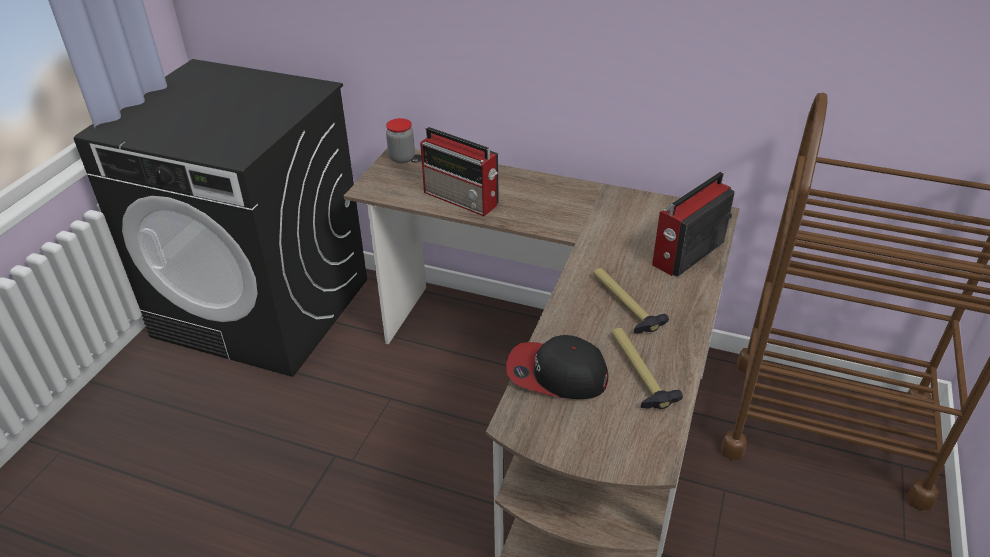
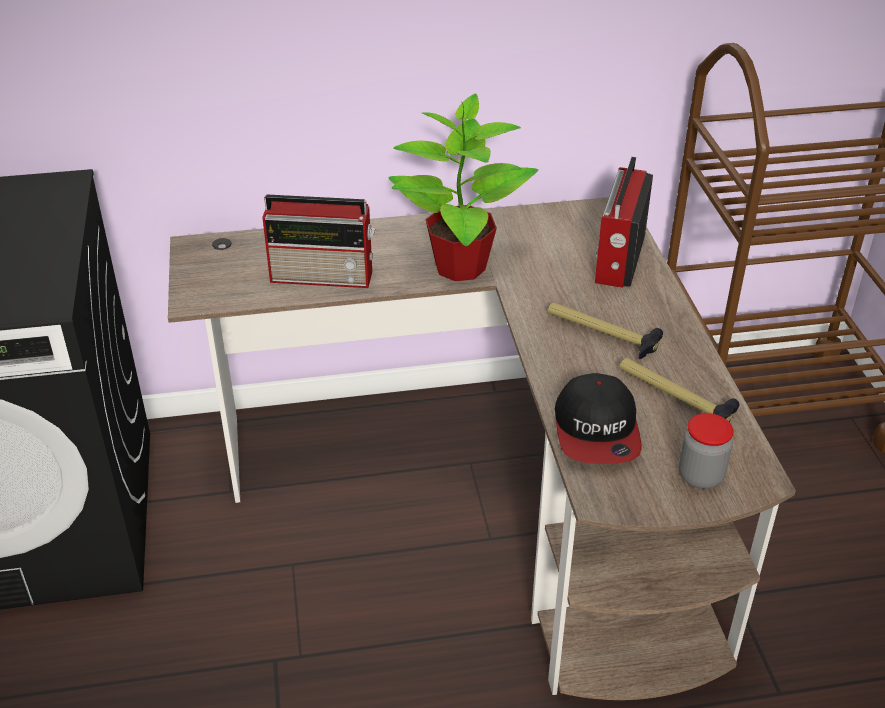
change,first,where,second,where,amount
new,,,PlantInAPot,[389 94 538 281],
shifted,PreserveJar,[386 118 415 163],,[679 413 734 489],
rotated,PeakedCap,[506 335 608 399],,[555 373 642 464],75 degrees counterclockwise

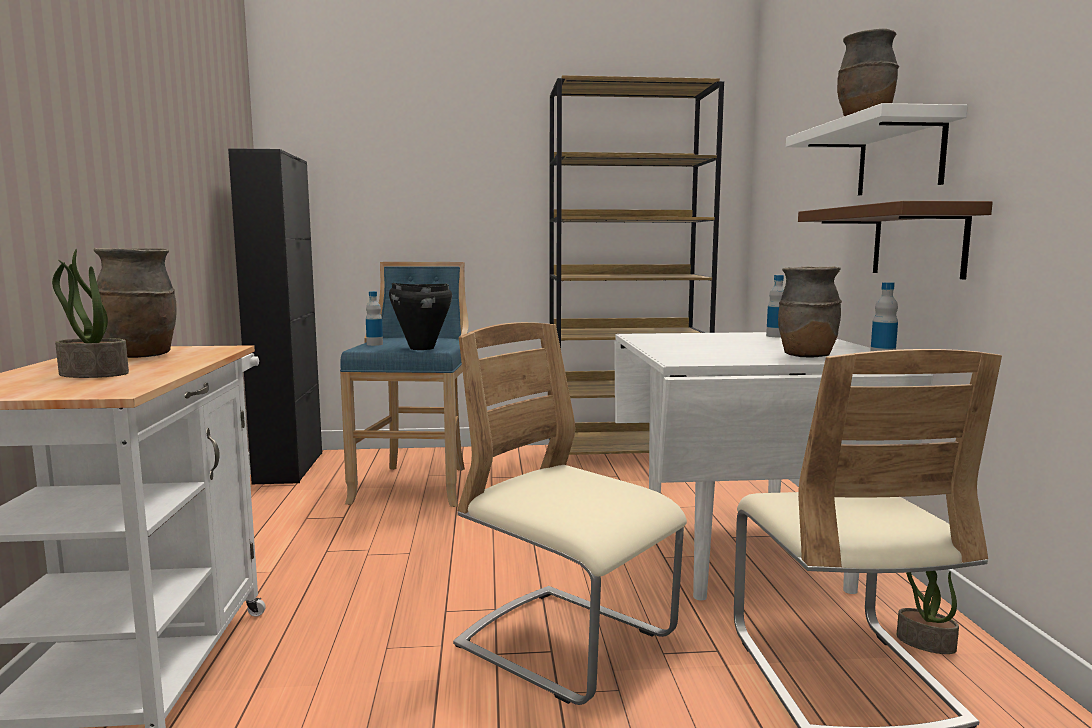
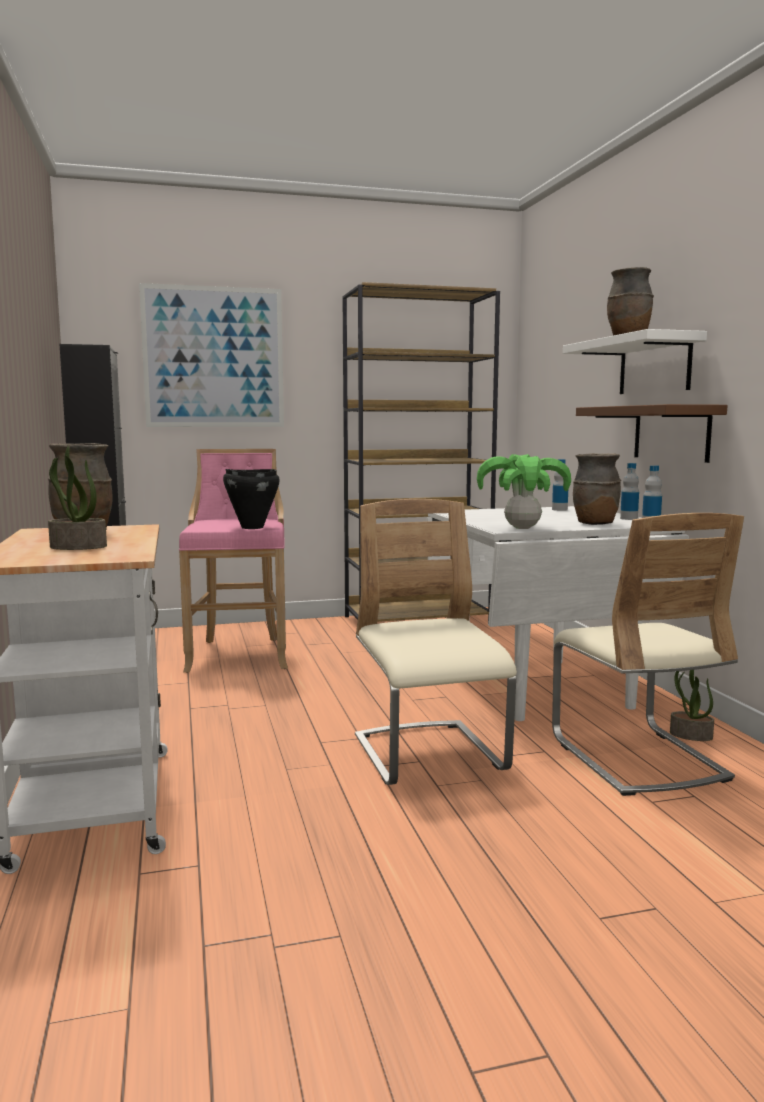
change,first,where,second,where,amount
new,,,Picture,[139 283 284 427],
new,,,PlantInAPot,[477 454 571 529],
shifted,BeverageBottle,[366 291 383 346],,[620 463 639 520],
repainted,BlueStool,[340 262 468 507],PinkishStool,[179 449 288 673],
rotated,SandColouredChair,[453 322 687 705],,[355 499 517 785],45 degrees clockwise

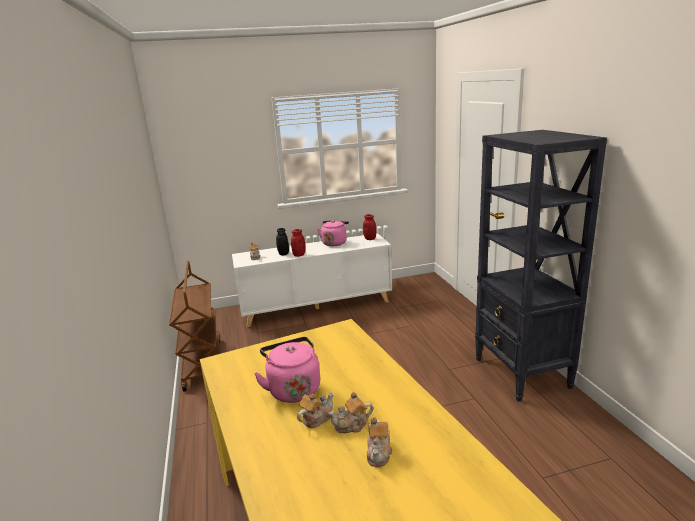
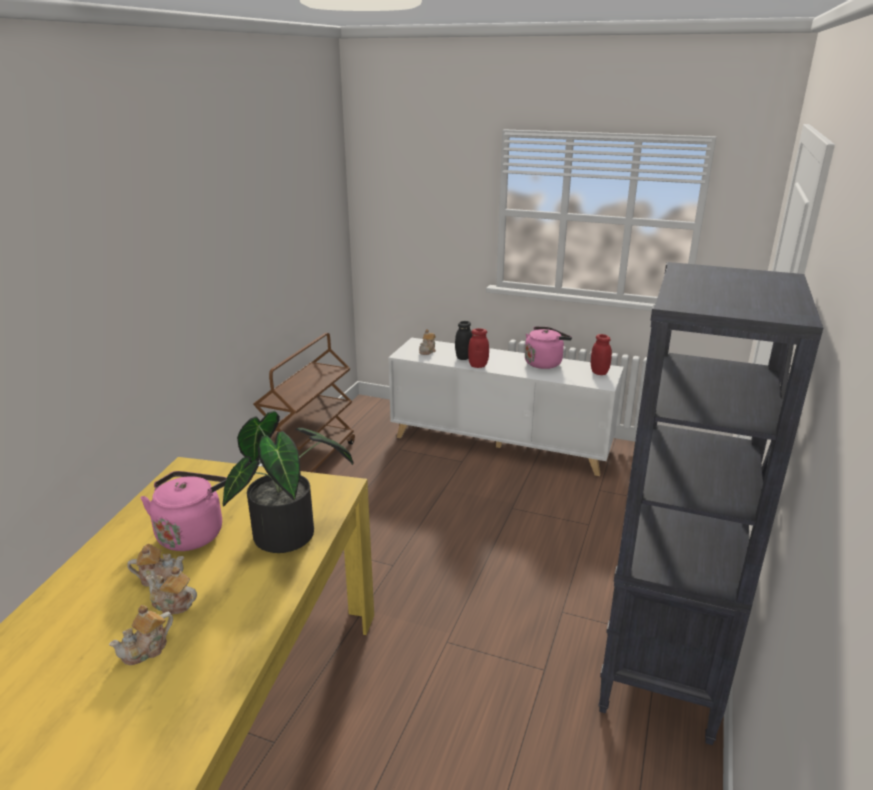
change,first,where,second,where,amount
new,,,PlantInAPot,[223 411 354 553],

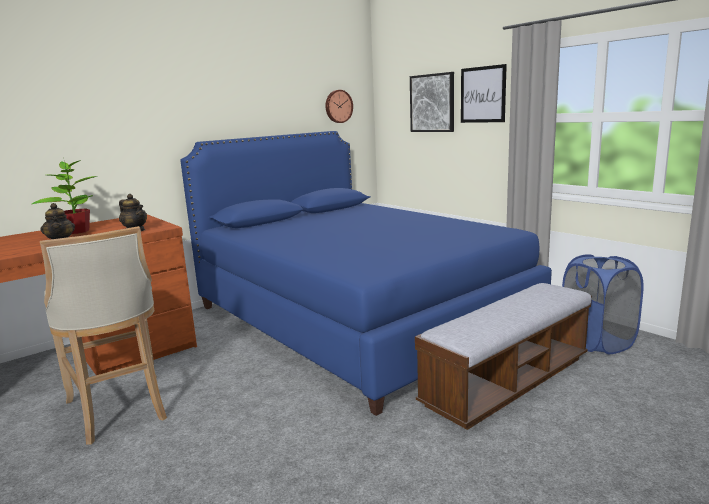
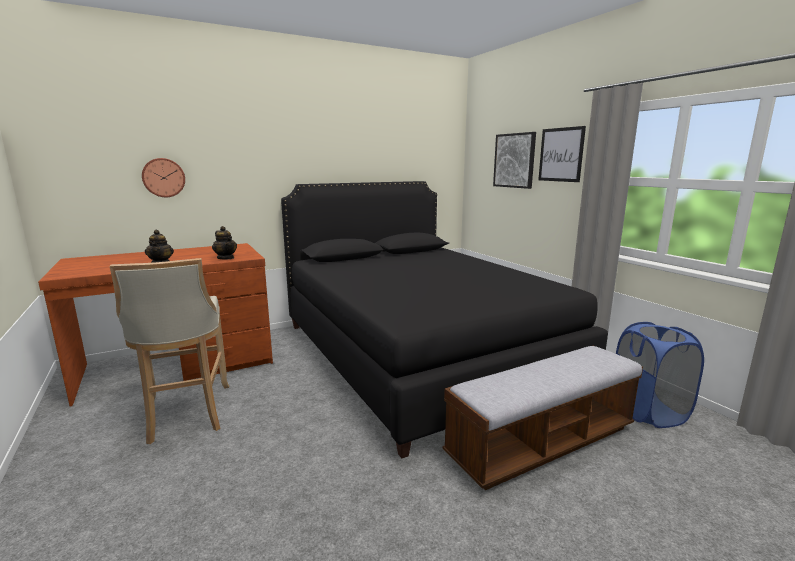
change,first,where,second,where,amount
gone,PlantInAPot,[32 160 97 234],,,
shifted,ClockOnTheWall,[325 90 353 123],,[142 158 185 197],
repainted,BlueBed,[180 131 552 416],BlackishBed,[281 181 608 458],

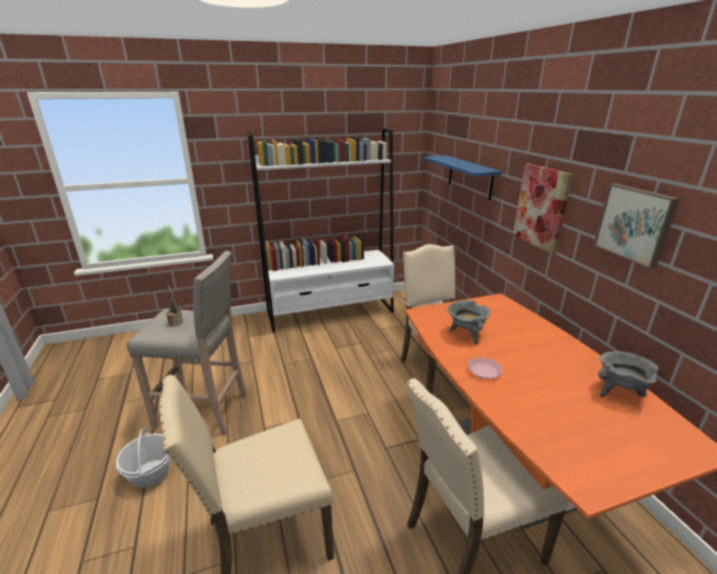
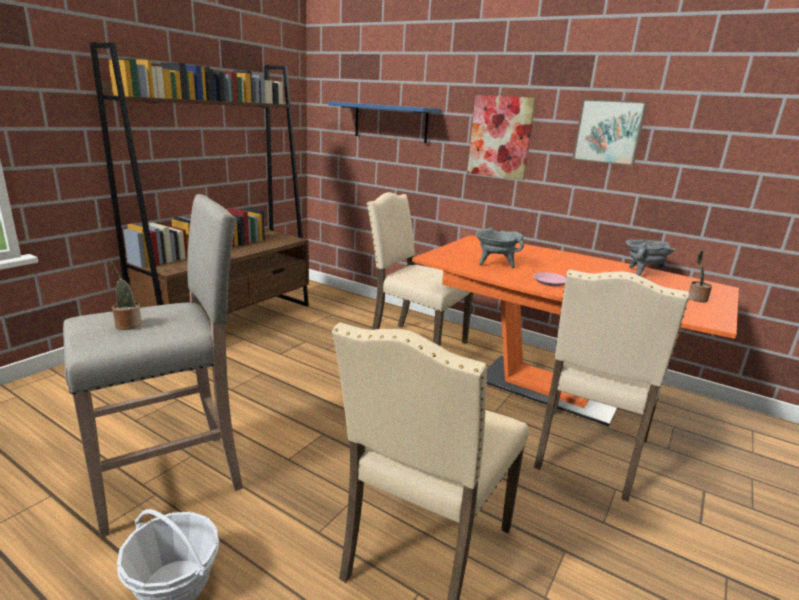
change,first,where,second,where,amount
new,,,PlantInAPot,[688 251 712 302],
repainted,WhiteColouredShelvingUnit,[248 128 394 333],BrownColouredShelvingUnit,[90 42 309 320],

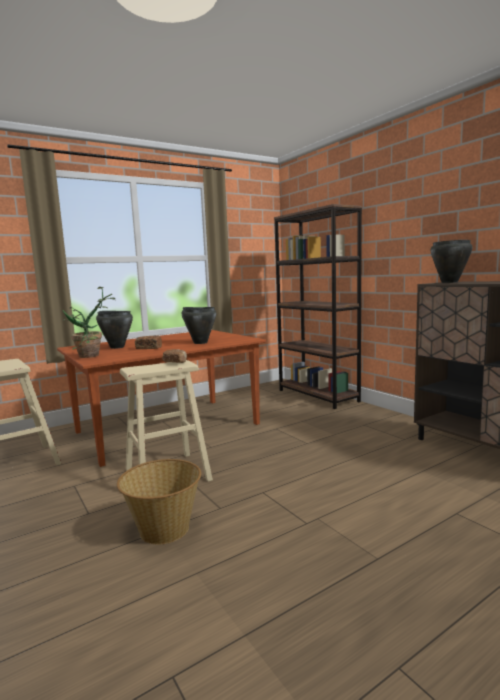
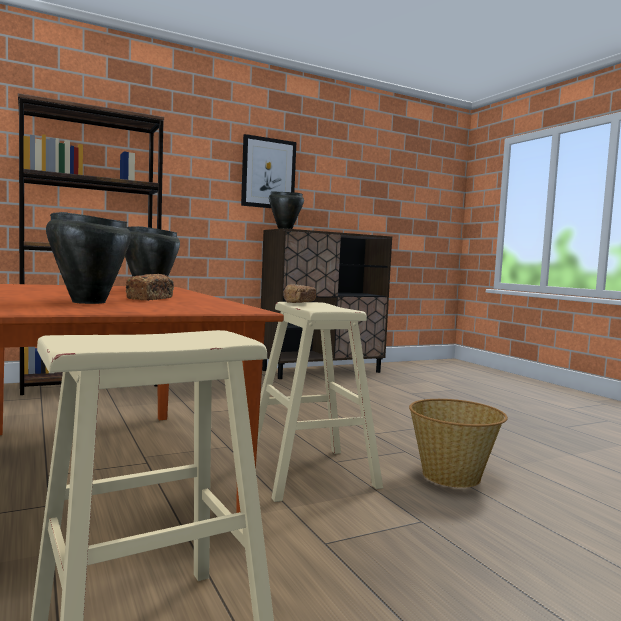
change,first,where,second,where,amount
gone,PlantInAPot,[63 286 115 358],,,
new,,,Picture,[241 134 296 208],

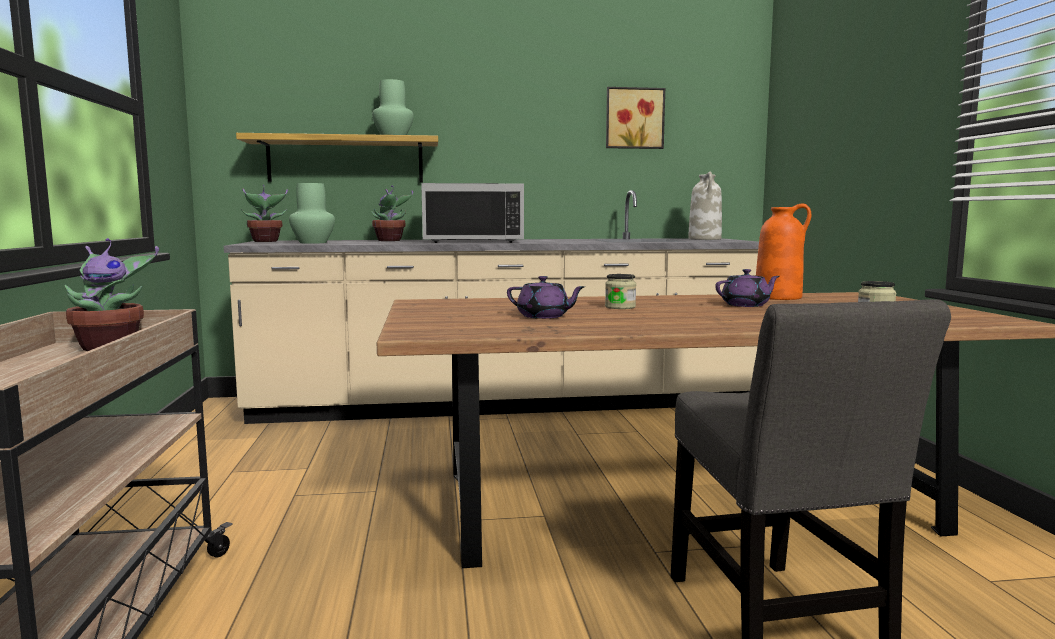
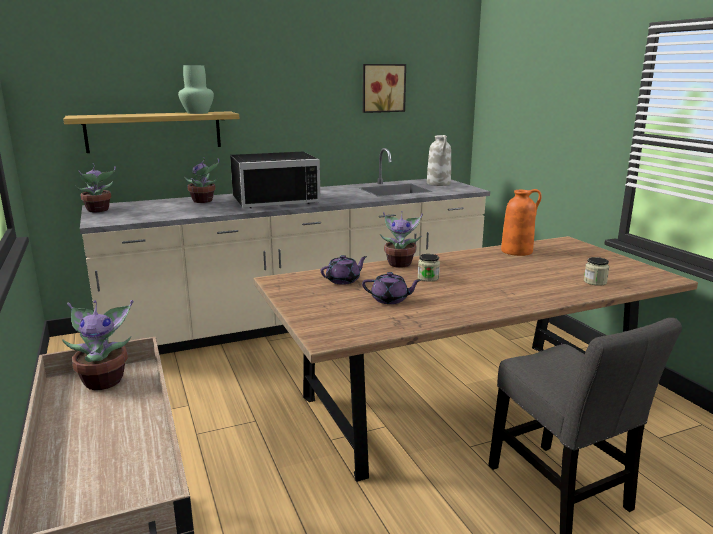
change,first,where,second,where,amount
gone,GreenVase,[289 183 335 244],,,
new,,,PlantInAPot,[380 211 423 268],
shifted,PurplishPotForTea,[715 269 780 307],,[321 255 367 285],

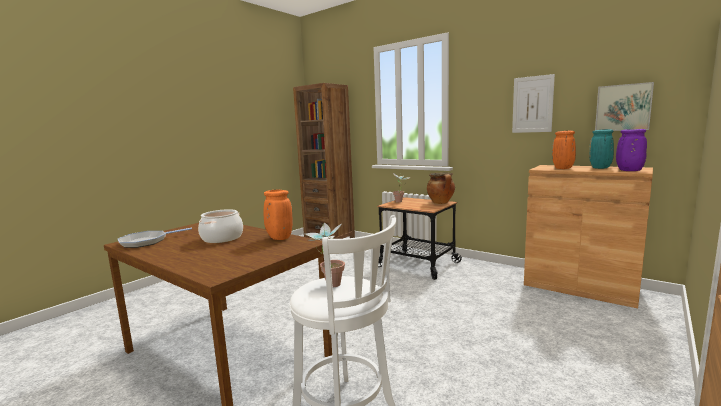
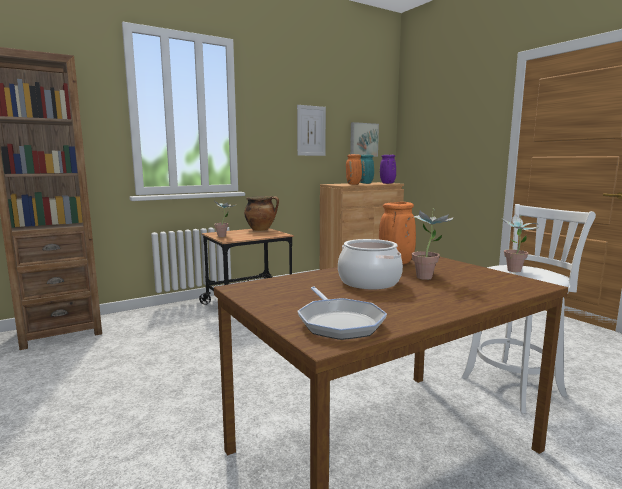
change,first,where,second,where,amount
new,,,PlantInAPot,[412 208 453 280],

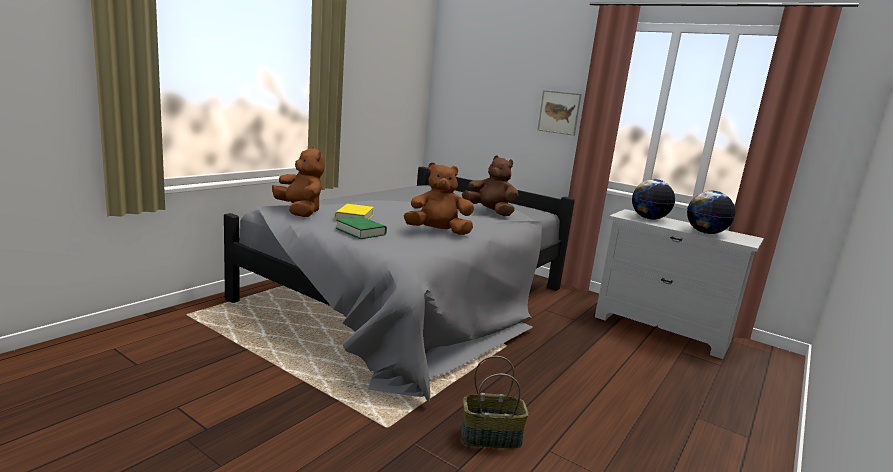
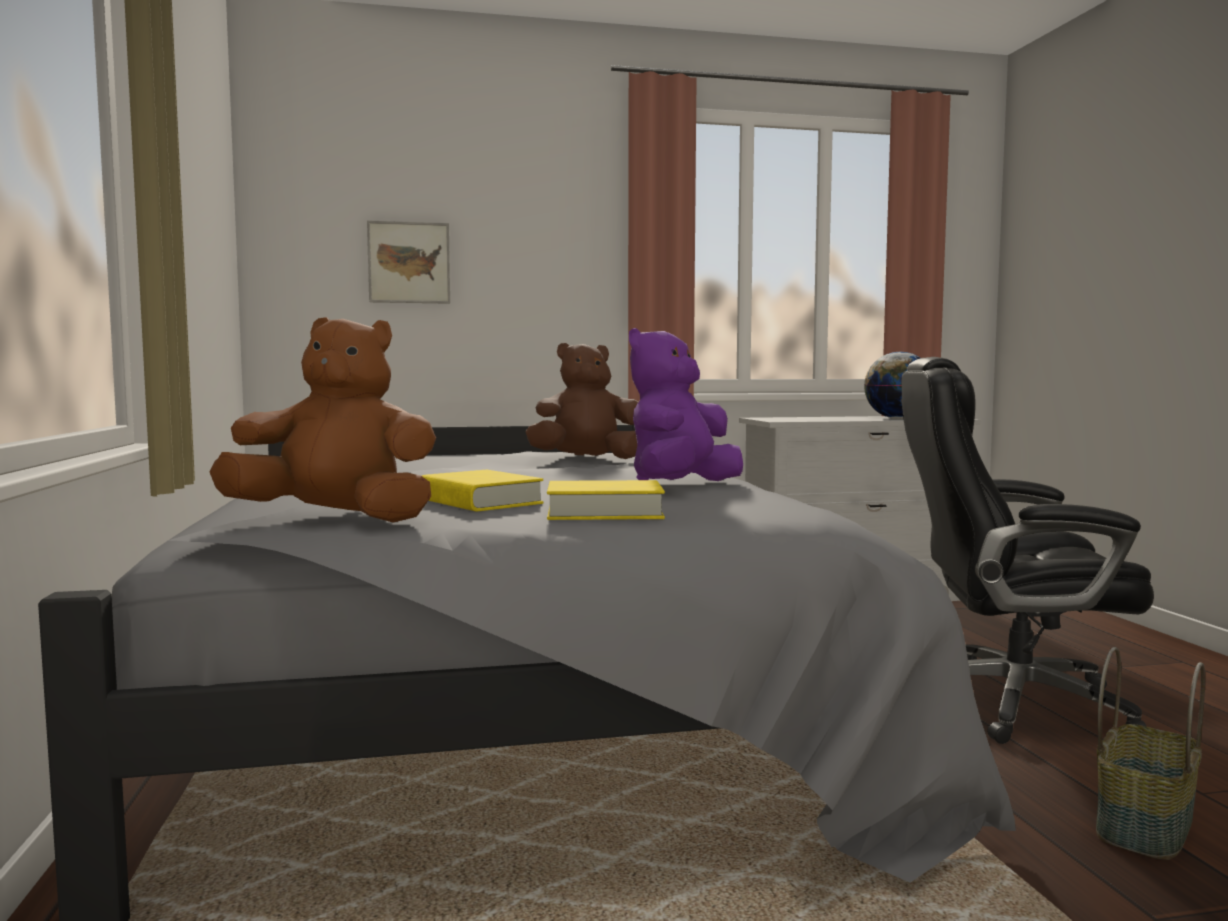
change,first,where,second,where,amount
gone,Globe,[632 179 675 220],,,
new,,,BlackishOfficeChair,[901 357 1154 744],
shifted,Picture,[537 90 582 136],,[367 220 450 304],
repainted,GreenBook,[336 216 387 239],YellowishBook,[547 480 665 520],
repainted,BrownColouredSoftToy,[404 162 474 235],PurplishSoftToy,[629 328 743 481],

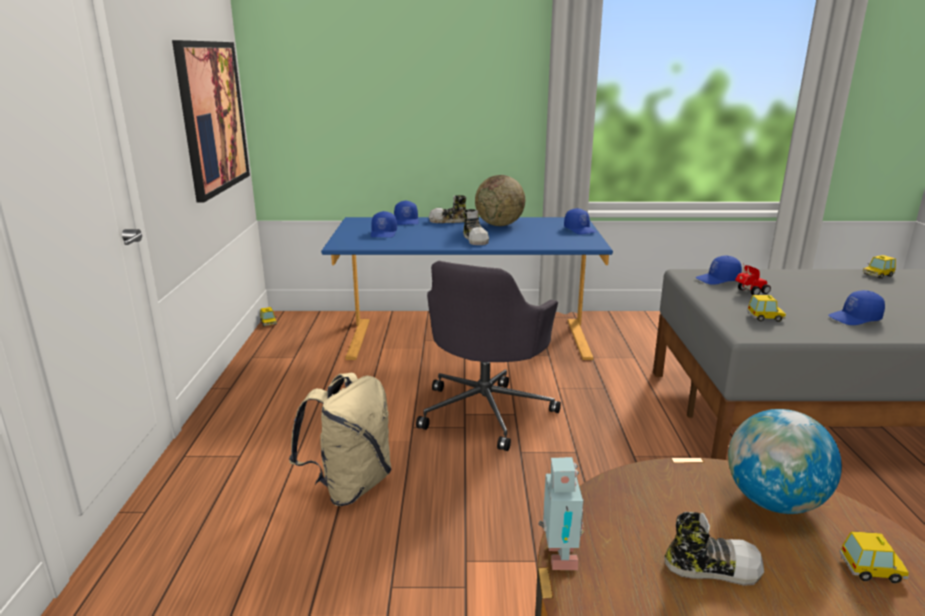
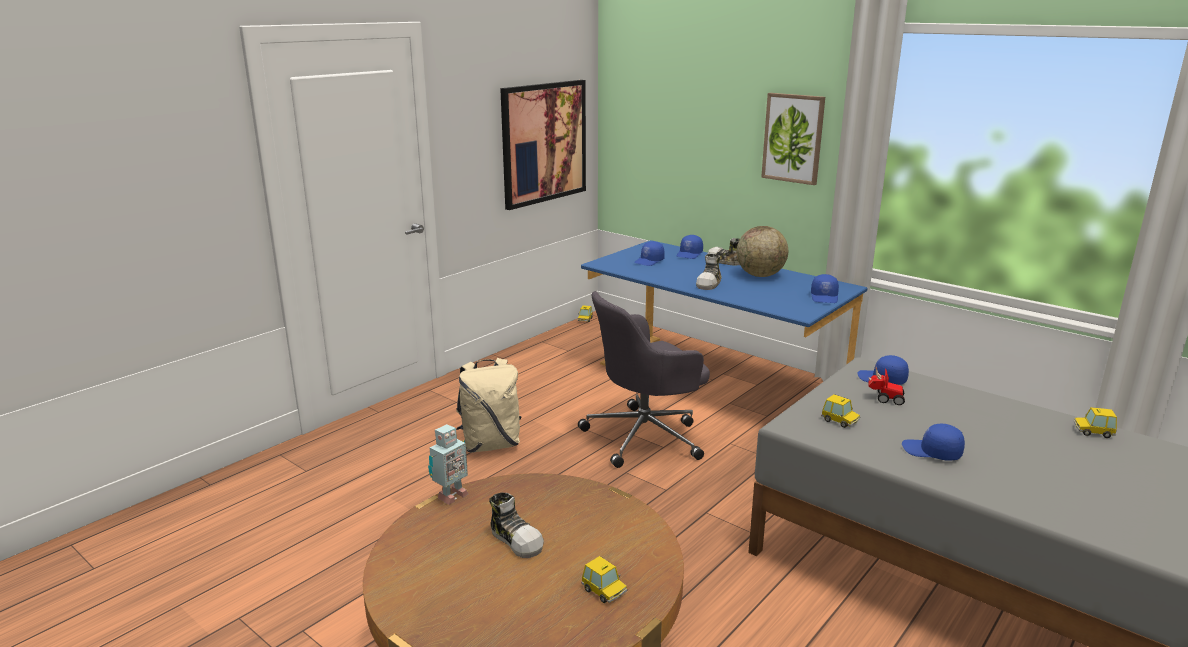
change,first,where,second,where,amount
gone,Globe,[728 409 842 514],,,
new,,,Picture,[761 93 825 185],

